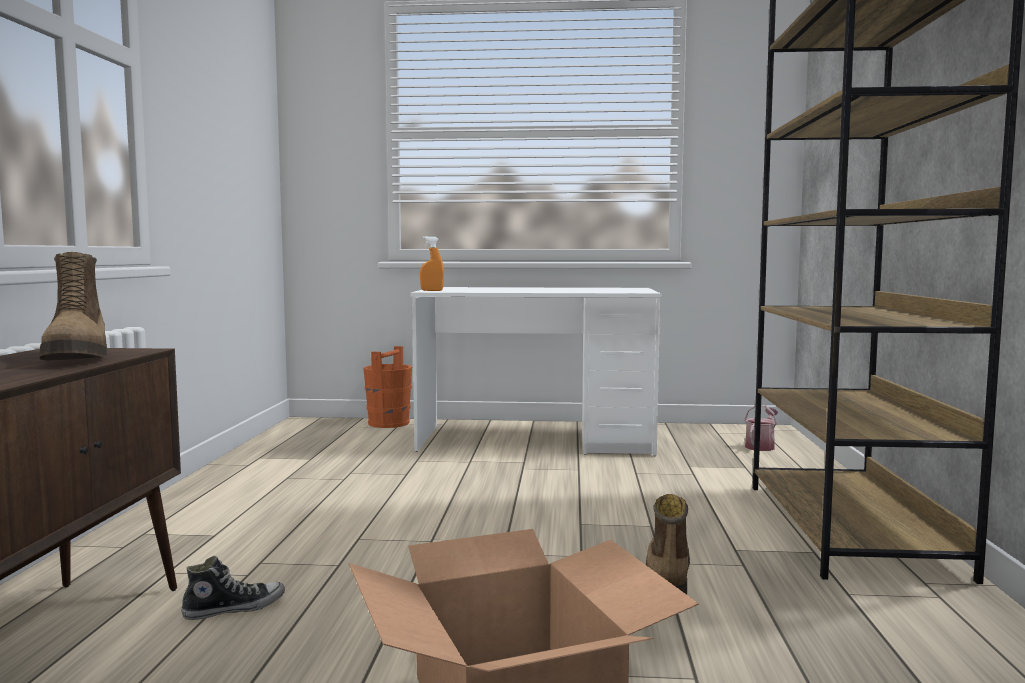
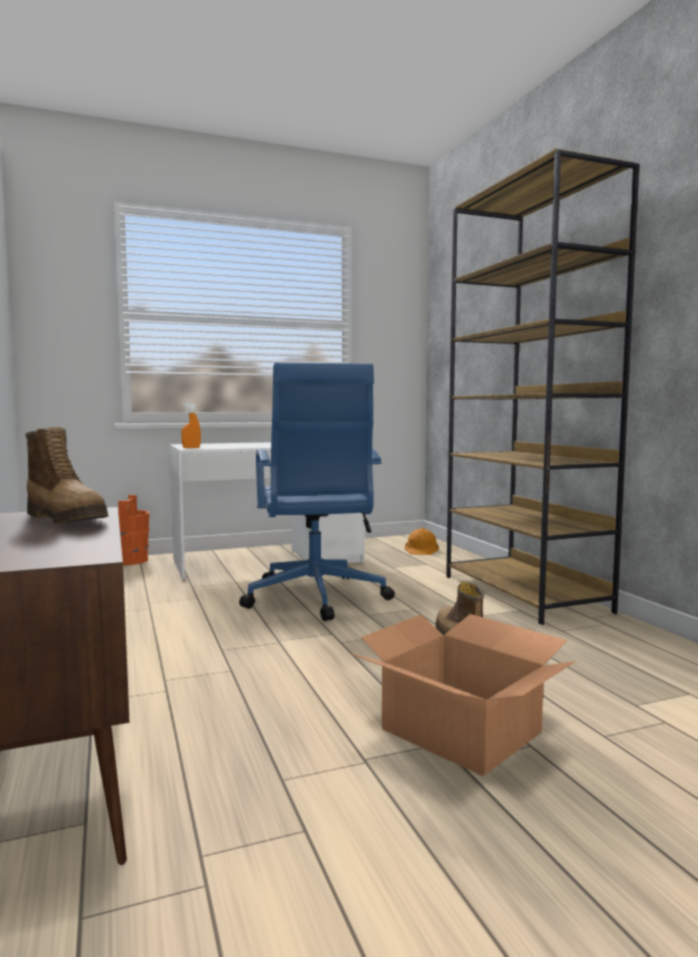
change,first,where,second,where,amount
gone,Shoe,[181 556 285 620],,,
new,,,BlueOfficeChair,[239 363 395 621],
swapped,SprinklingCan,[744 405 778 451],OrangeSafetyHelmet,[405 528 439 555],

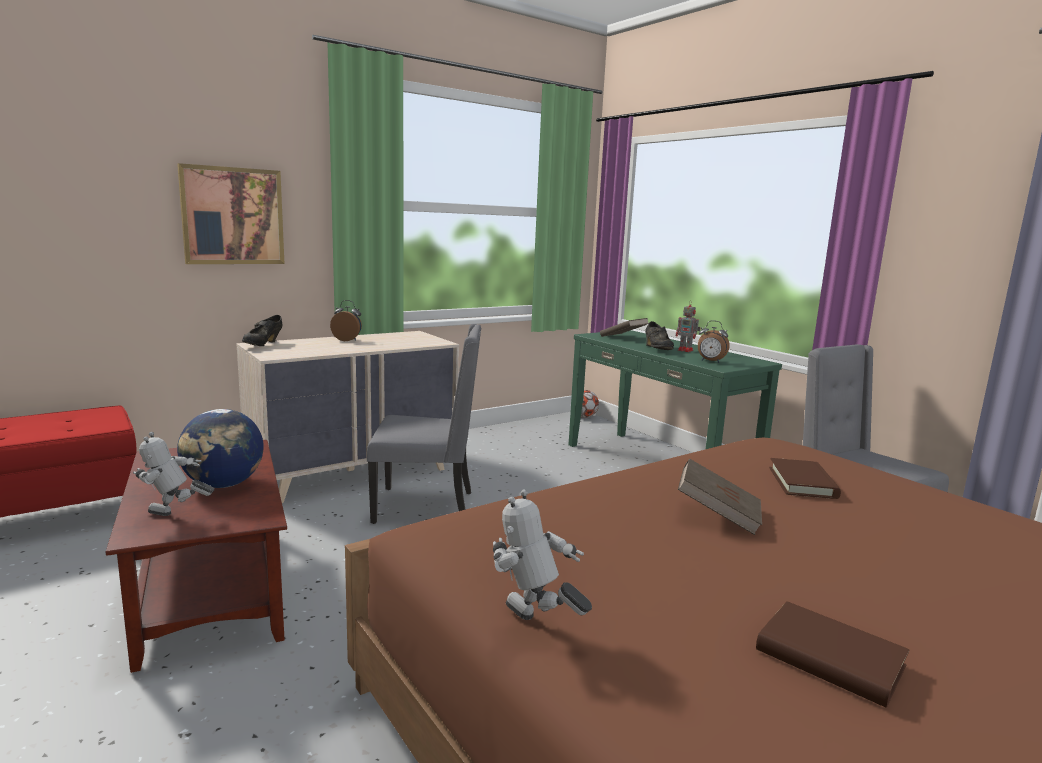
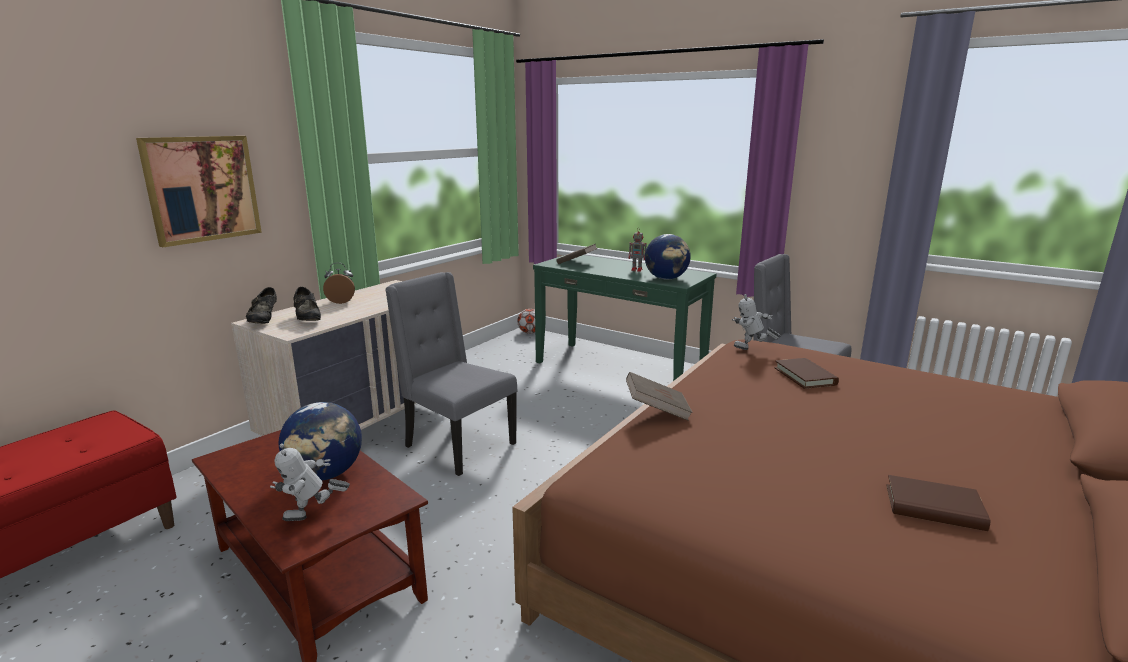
change,first,where,second,where,amount
shifted,ModelRobot,[493 489 592 620],,[732 294 781 350],
shifted,BlackishShoe,[645 321 674 350],,[293 287 321 321],
shifted,BrownColouredBook,[678 459 762 535],,[626 372 693 421],
swapped,AlarmClock,[698 320 730 363],Globe,[645 234 691 280],
rotated,GrayChair,[367 324 481 524],,[385 272 517 476],120 degrees counterclockwise

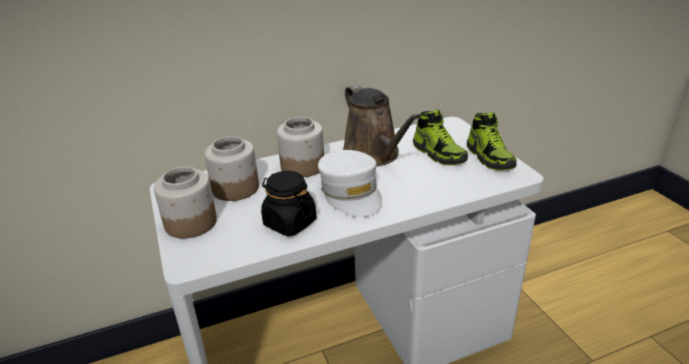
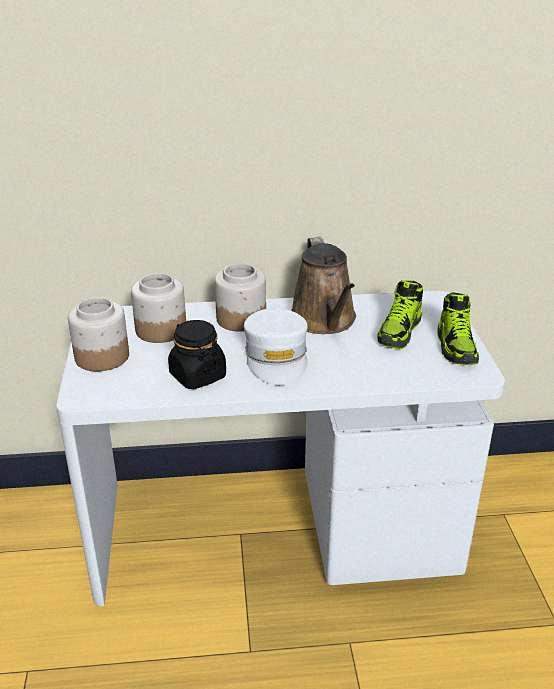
change,first,where,second,where,amount
rotated,Shoe,[413 109 468 166],,[377 280 423 349],45 degrees clockwise

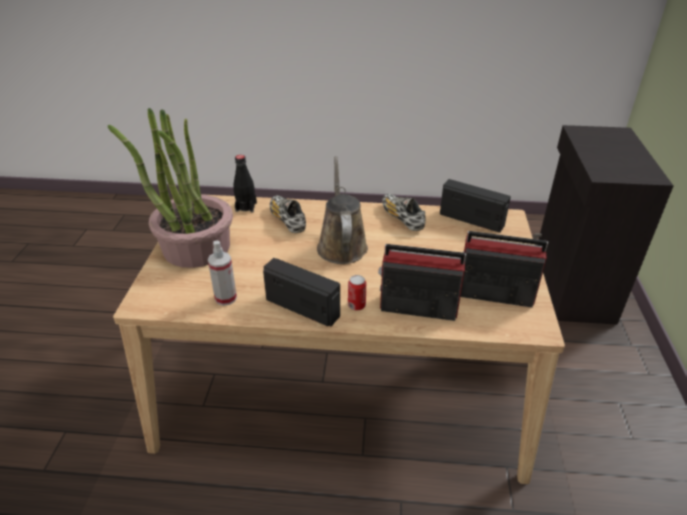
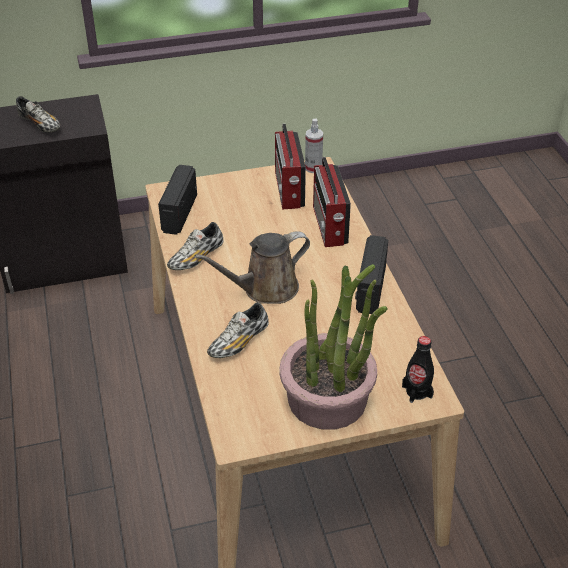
change,first,where,second,where,amount
gone,Can,[348 275 366 310],,,
new,,,Shoe,[16 96 60 133],
shifted,SprayBottle,[208 240 237 306],,[305 119 323 173],
shifted,BlackishBeverageBottle,[233 155 257 212],,[402 336 434 403],

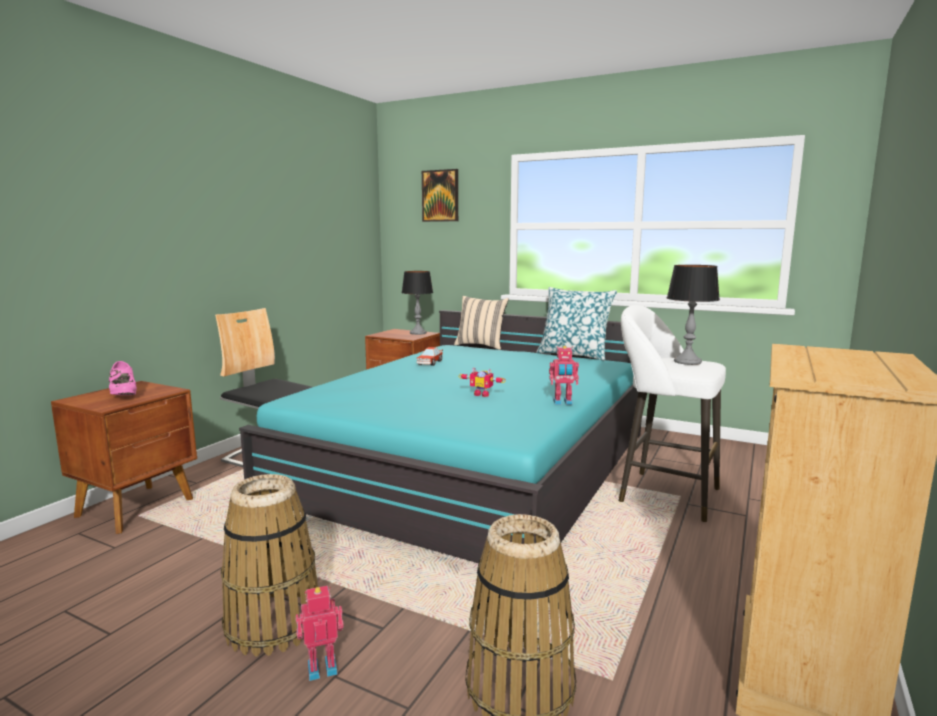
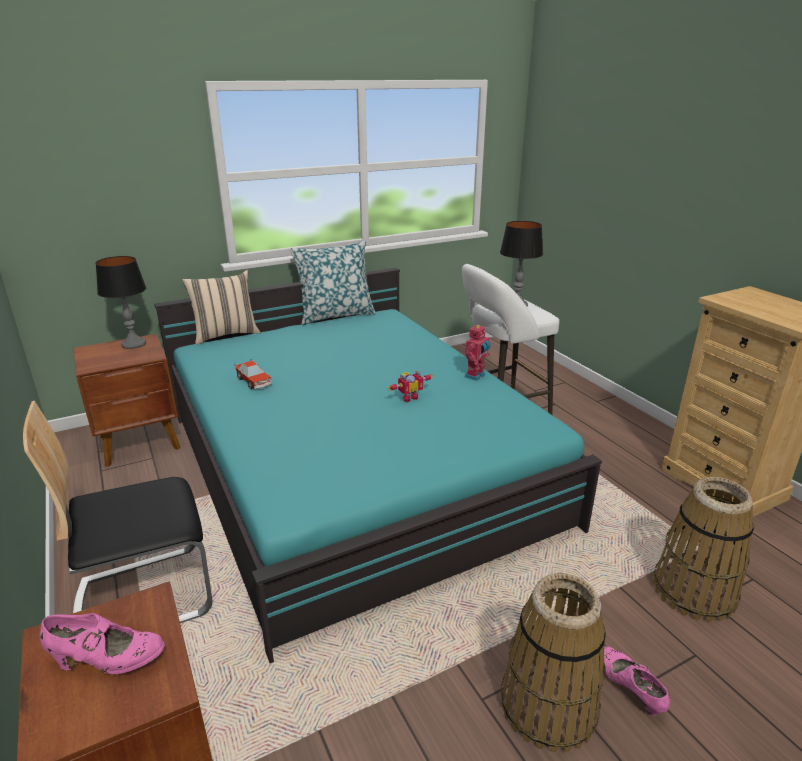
change,first,where,second,where,amount
gone,Picture,[422 169 458 222],,,
swapped,ModelRobot,[295 586 344 681],PinkishShoe,[599 646 670 716],

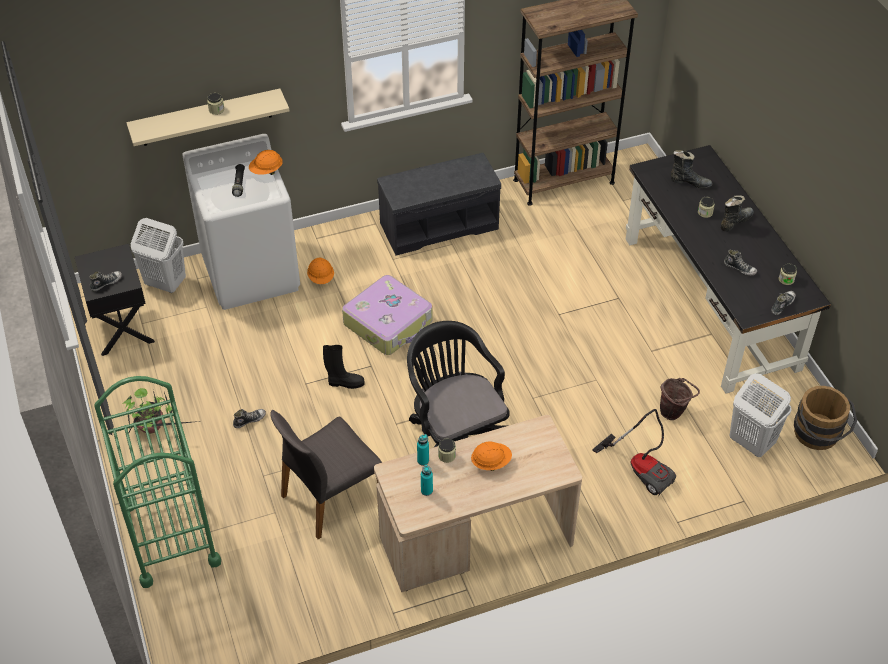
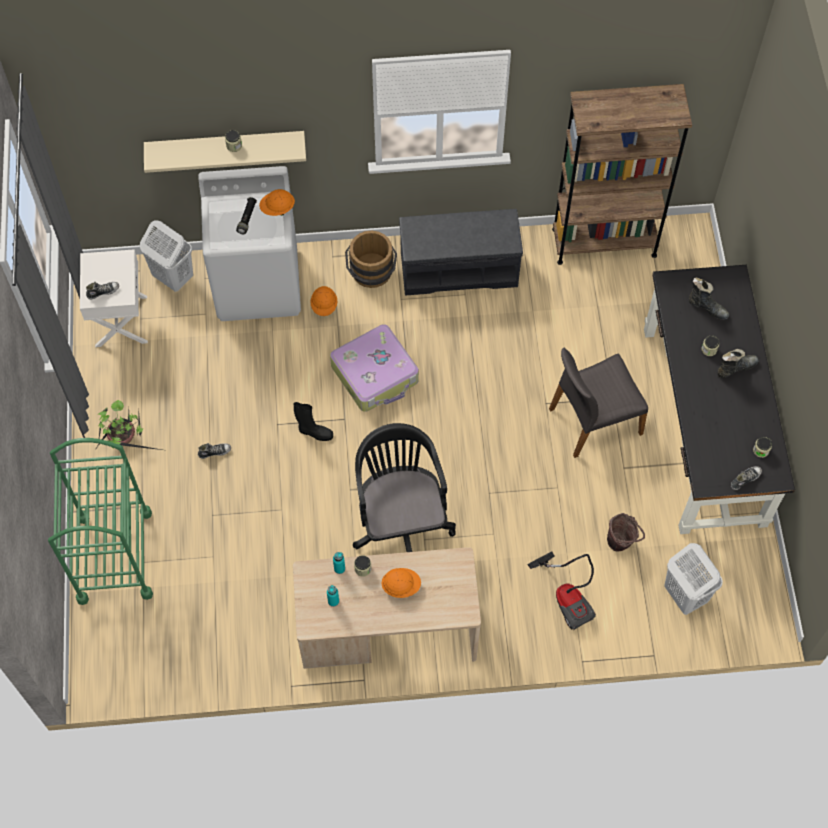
change,first,where,second,where,amount
gone,Shoe,[724 250 757 275],,,
shifted,GrayChair,[270 410 382 539],,[549 348 648 458],
shifted,BrownColouredWaterBucket,[794 386 857 450],,[345 231 397 288],
repainted,BlackishNightTable,[75 244 155 356],WhiteColouredNightTable,[80 249 148 347],

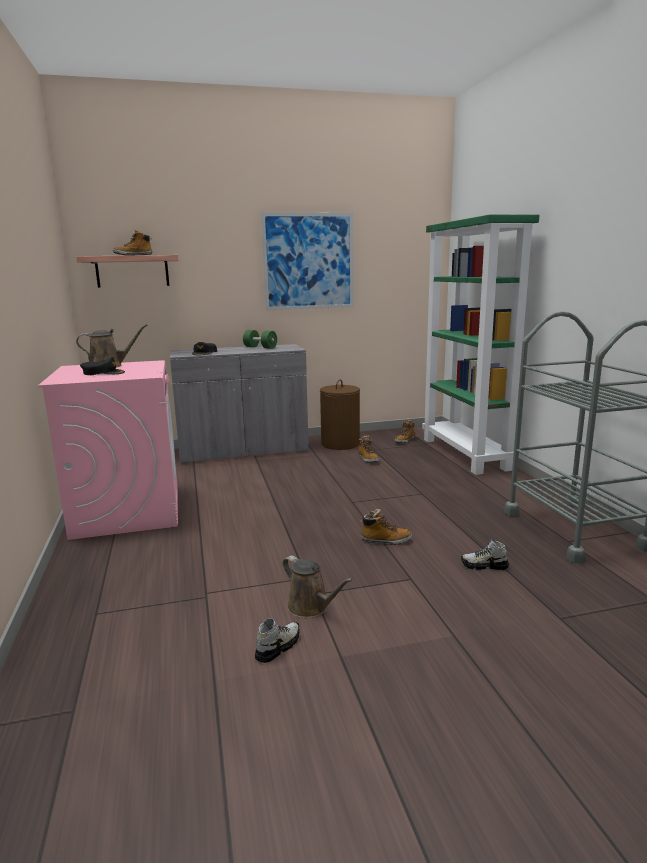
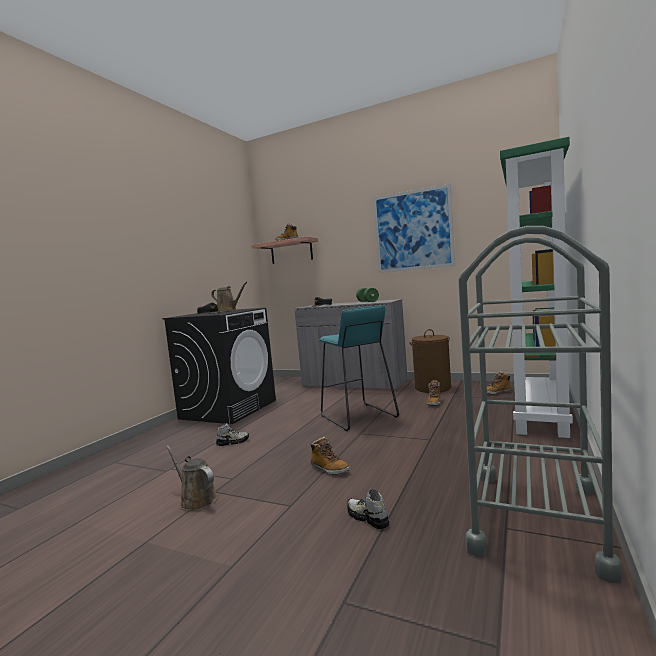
change,first,where,second,where,amount
new,,,BlueGreenStool,[319 305 399 431],
shifted,Shoe,[255 618 299 663],,[216 423 249 446],
repainted,PinkishWashingMachine,[38 360 178 540],BlackishWashingMachine,[162 308 276 424],
rotated,BrownColouredSprinklingCan,[283 556 353 618],,[166 445 217 511],135 degrees clockwise

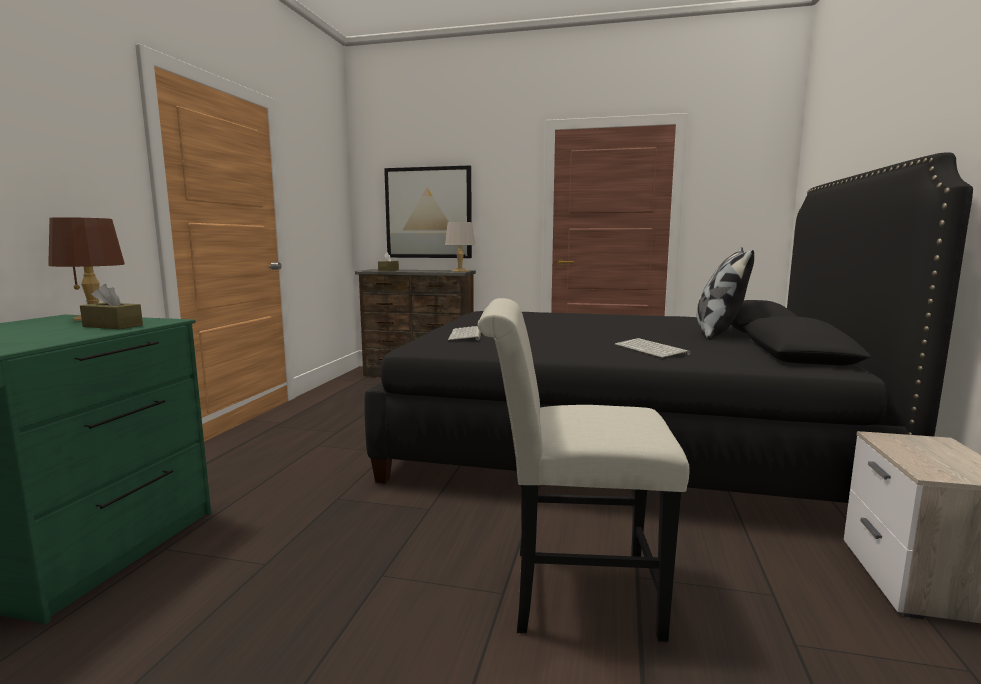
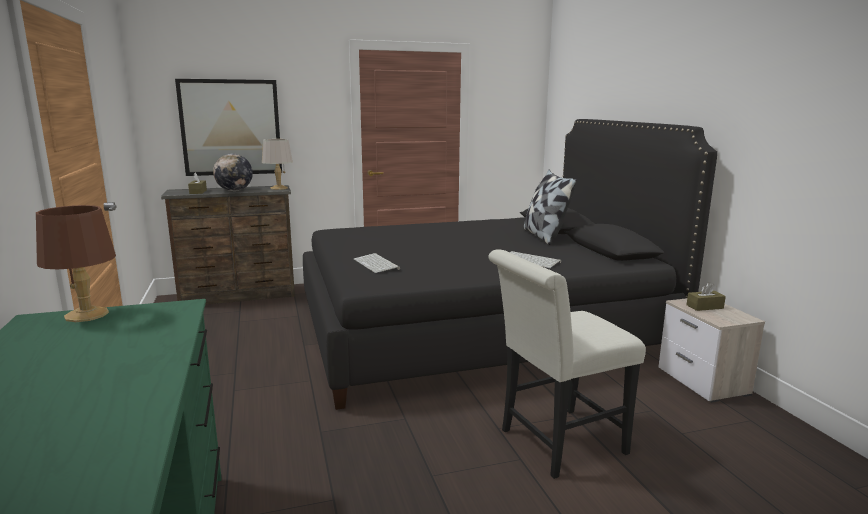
change,first,where,second,where,amount
new,,,Globe,[213 153 253 191],
shifted,BrownColouredTissueBox,[80 284 143 329],,[687 282 726 311],

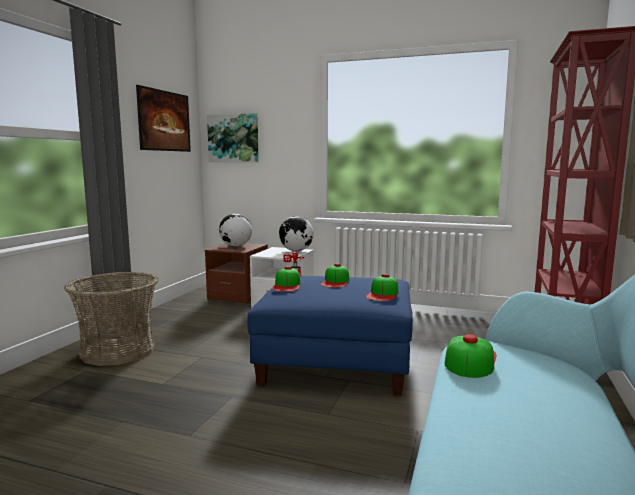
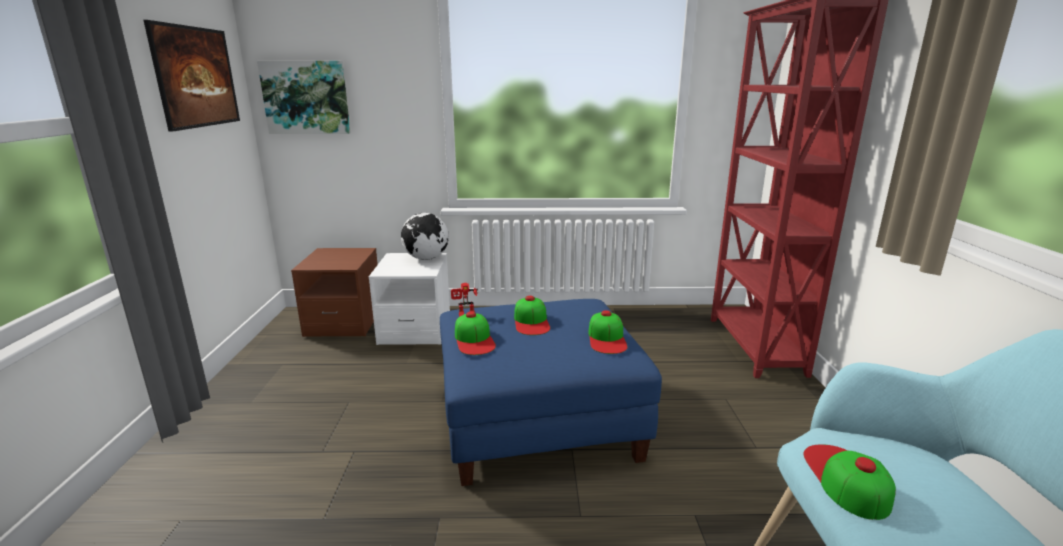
change,first,where,second,where,amount
gone,Basket,[64 272 158 366],,,
gone,Globe,[219 214 252 247],,,

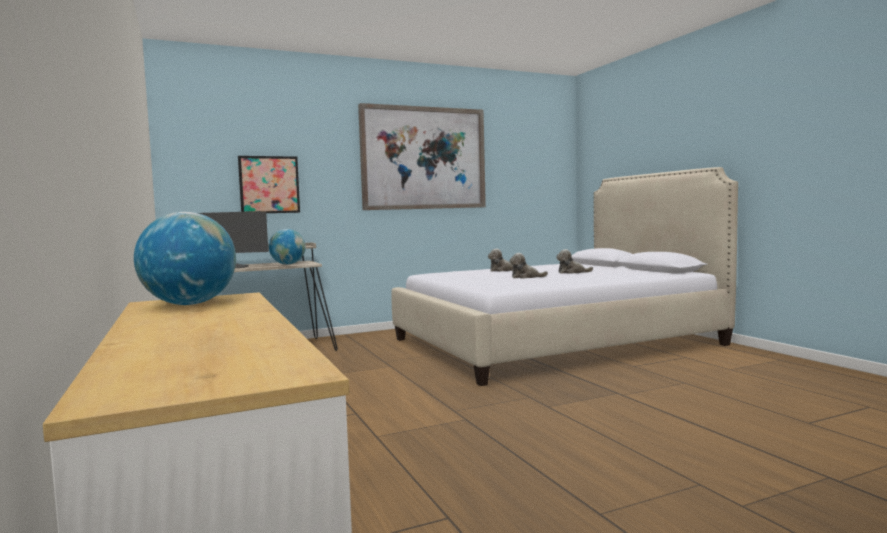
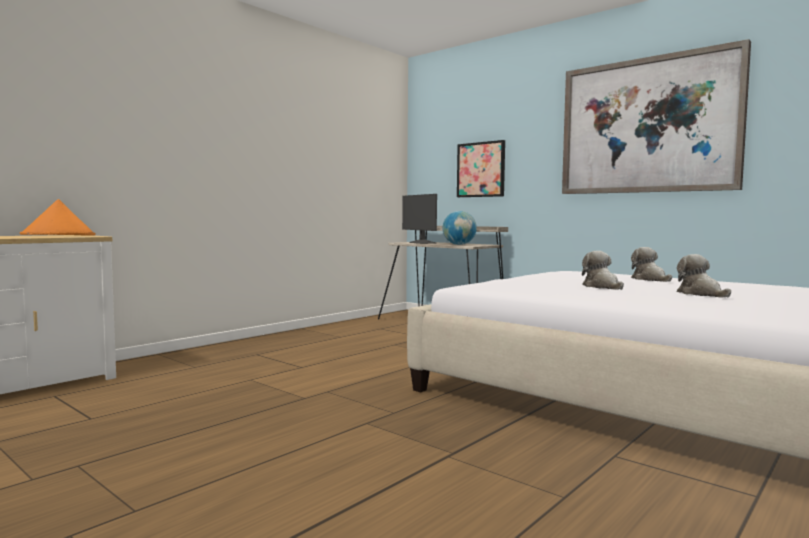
change,first,where,second,where,amount
swapped,Globe,[134 212 236 305],OrangeHat,[20 199 95 236],

